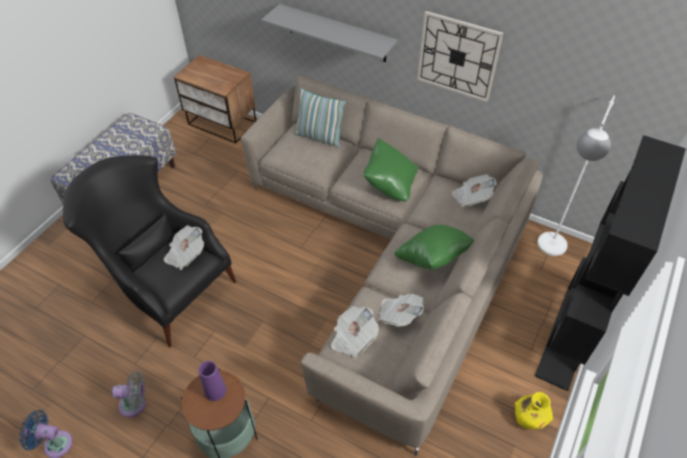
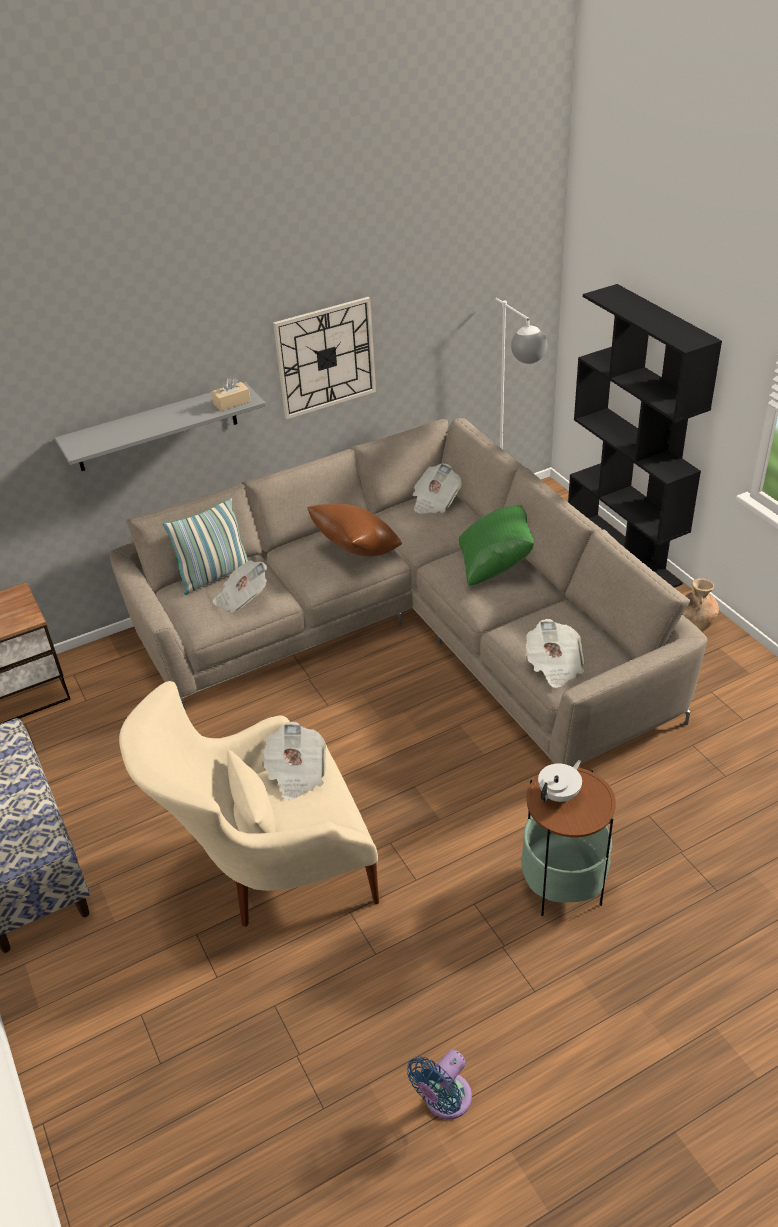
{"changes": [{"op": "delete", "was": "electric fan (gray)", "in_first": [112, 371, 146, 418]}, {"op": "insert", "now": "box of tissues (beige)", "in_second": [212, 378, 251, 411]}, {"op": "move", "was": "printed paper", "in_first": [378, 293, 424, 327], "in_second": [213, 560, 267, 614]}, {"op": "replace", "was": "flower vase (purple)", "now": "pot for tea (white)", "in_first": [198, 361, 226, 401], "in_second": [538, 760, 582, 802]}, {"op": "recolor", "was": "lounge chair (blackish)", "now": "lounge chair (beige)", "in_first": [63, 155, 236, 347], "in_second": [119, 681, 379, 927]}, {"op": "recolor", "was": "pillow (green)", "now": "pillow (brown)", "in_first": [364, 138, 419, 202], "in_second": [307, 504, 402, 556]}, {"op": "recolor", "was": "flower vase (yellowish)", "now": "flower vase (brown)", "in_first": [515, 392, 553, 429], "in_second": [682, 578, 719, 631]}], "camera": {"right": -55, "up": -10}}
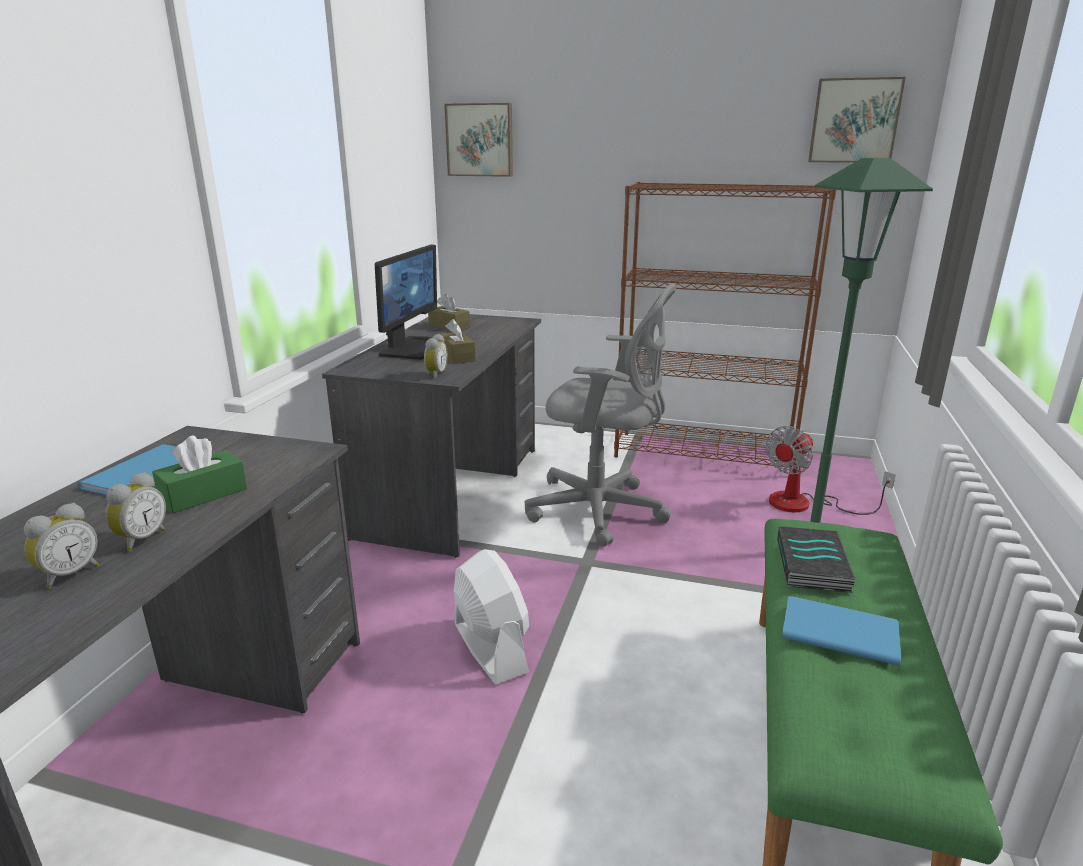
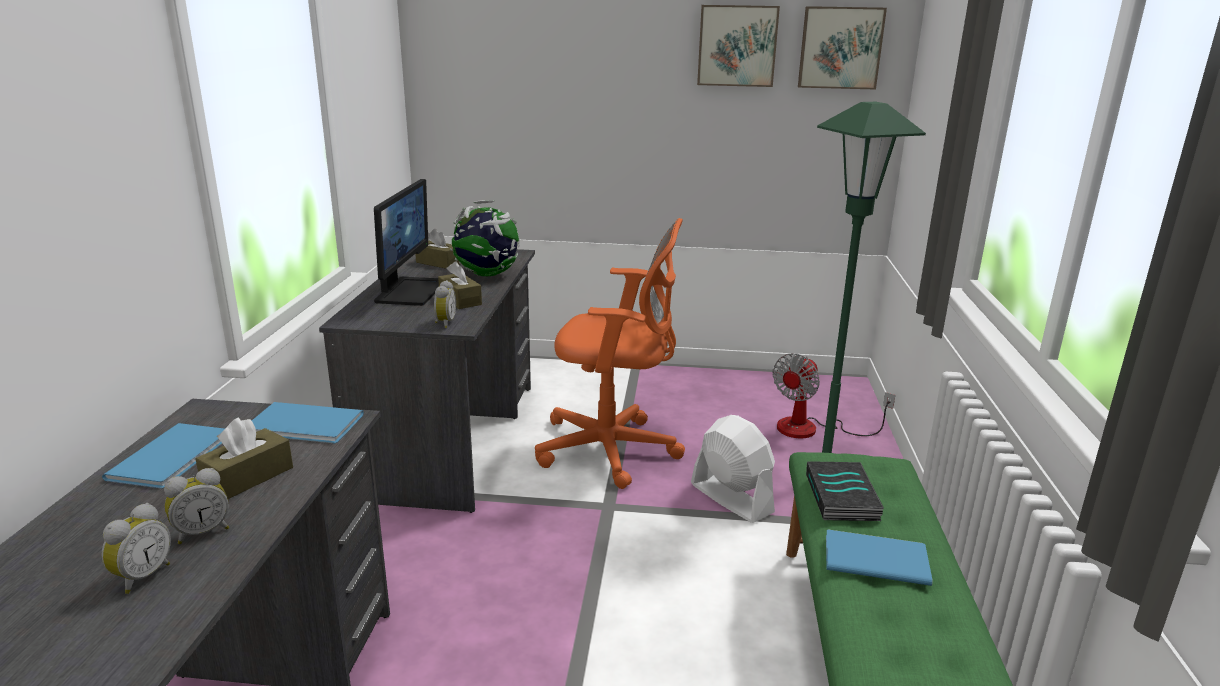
{"changes": [{"op": "delete", "was": "bookcase (brown)", "in_first": [614, 182, 836, 468]}, {"op": "insert", "now": "bound book (blue-coloured)", "in_second": [252, 402, 364, 443]}, {"op": "insert", "now": "globe", "in_second": [450, 200, 520, 276]}, {"op": "move", "was": "wall picture", "in_first": [444, 103, 513, 177], "in_second": [697, 5, 780, 87]}, {"op": "move", "was": "electric fan (white)", "in_first": [454, 549, 529, 684], "in_second": [691, 415, 775, 523]}, {"op": "recolor", "was": "box of tissues (green)", "now": "box of tissues (brown)", "in_first": [152, 435, 247, 513], "in_second": [196, 417, 293, 499]}, {"op": "recolor", "was": "office chair (gray)", "now": "office chair (orange-coloured)", "in_first": [525, 284, 677, 547], "in_second": [535, 218, 685, 489]}, {"op": "rotate", "was": "bedside clock", "in_first": [105, 472, 166, 551], "in_second": [164, 468, 229, 544], "clockwise": 45}], "camera": {"right": -10, "up": 0}}
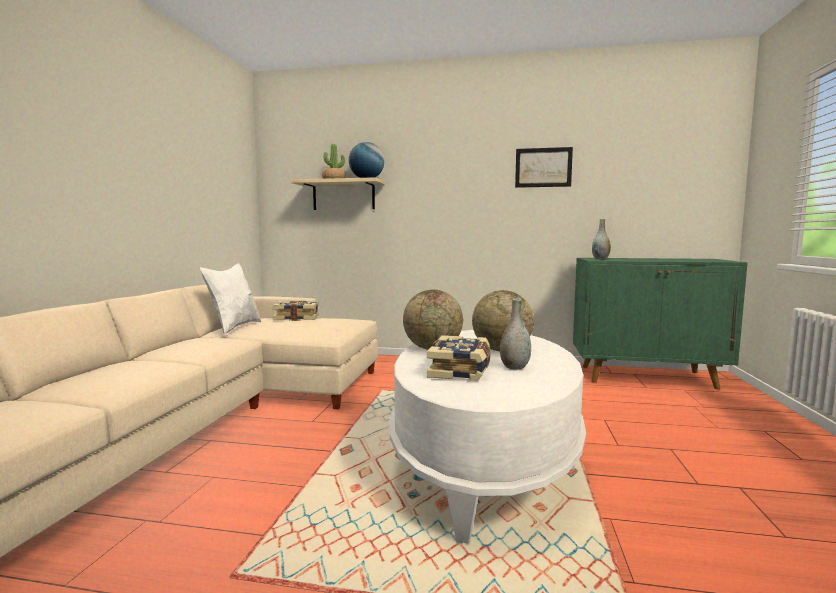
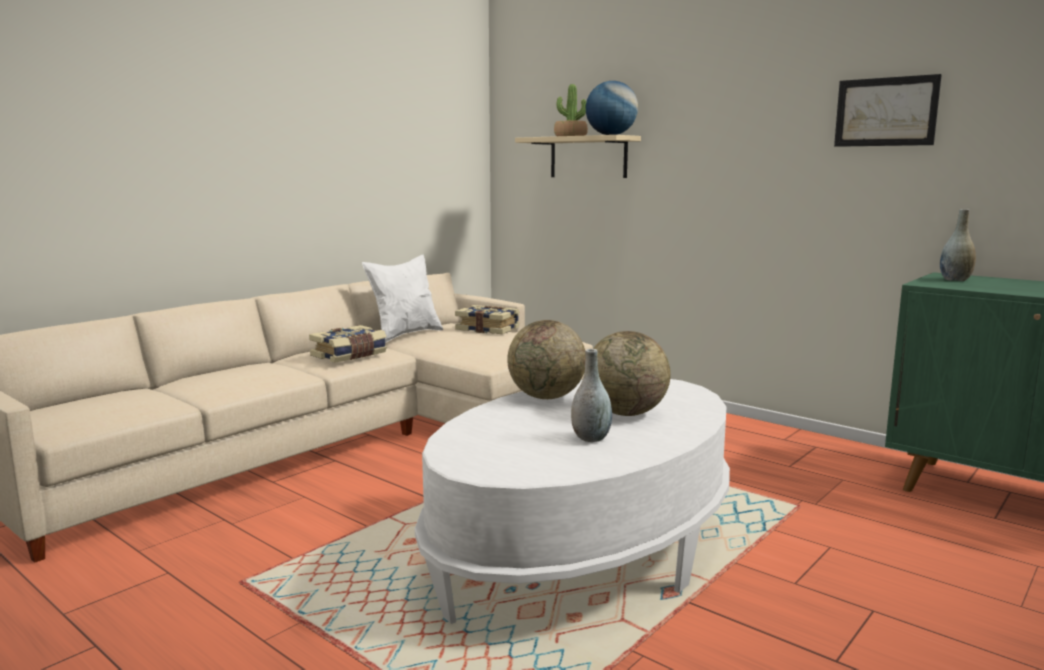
{"changes": [{"op": "move", "was": "bound book", "in_first": [427, 335, 491, 381], "in_second": [309, 325, 387, 363]}], "camera": {"right": 30, "up": 5}}
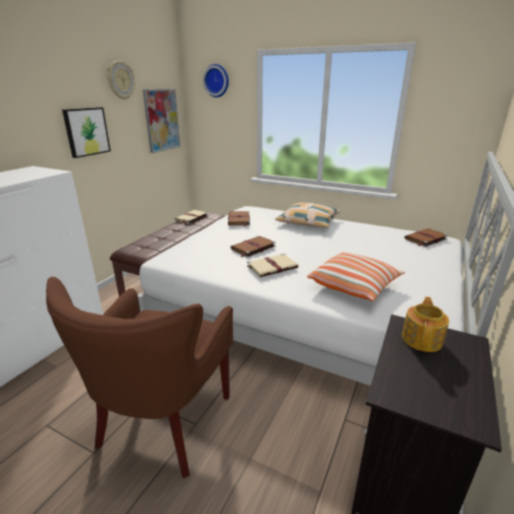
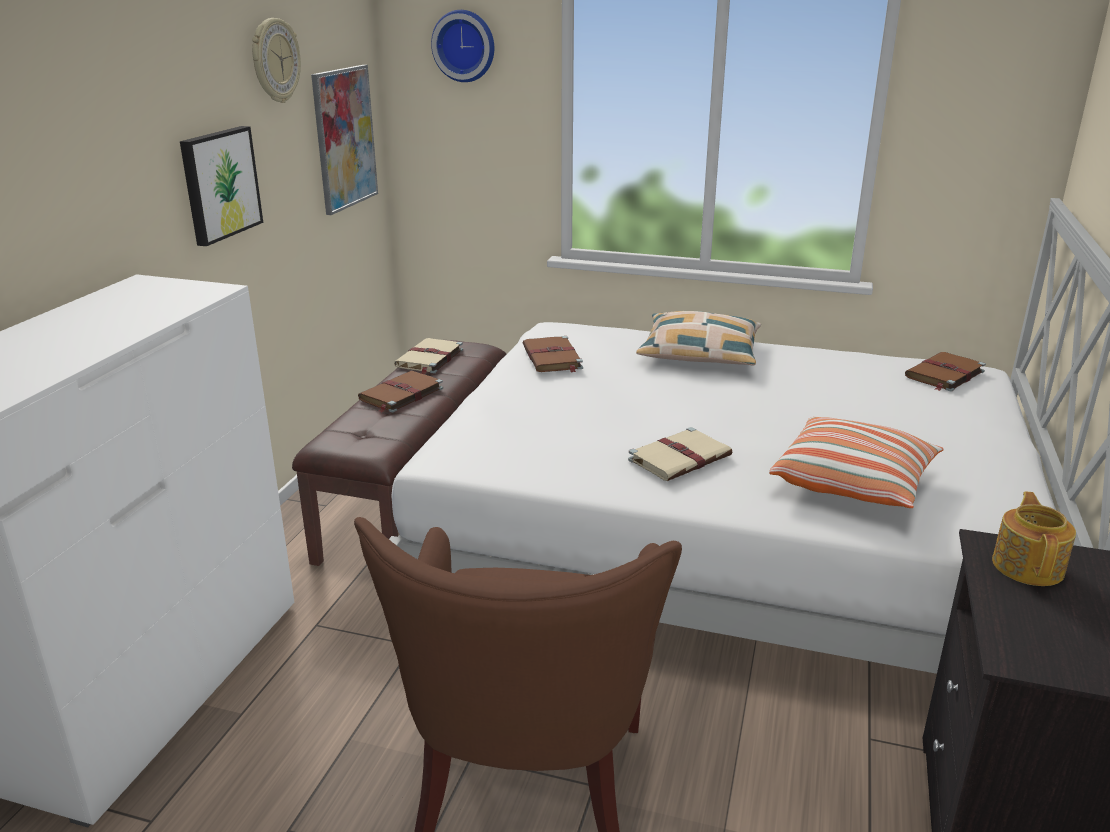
{"changes": [{"op": "move", "was": "bound book (brown)", "in_first": [231, 236, 276, 258], "in_second": [358, 371, 443, 413]}], "camera": {"right": -10, "up": 0}}
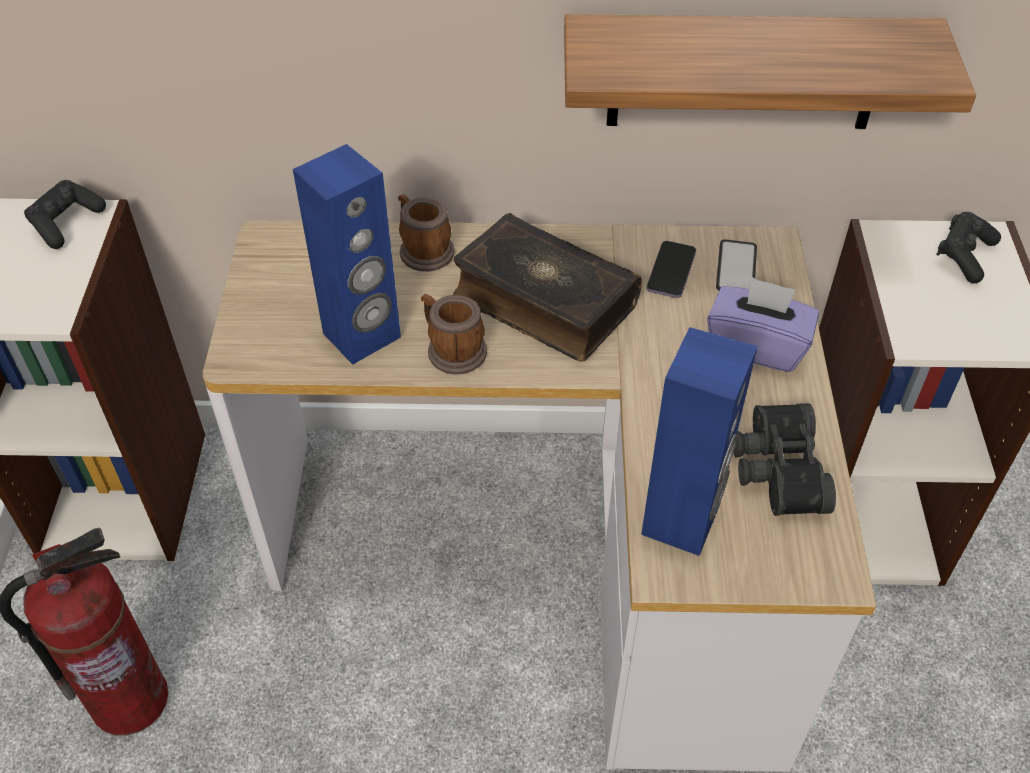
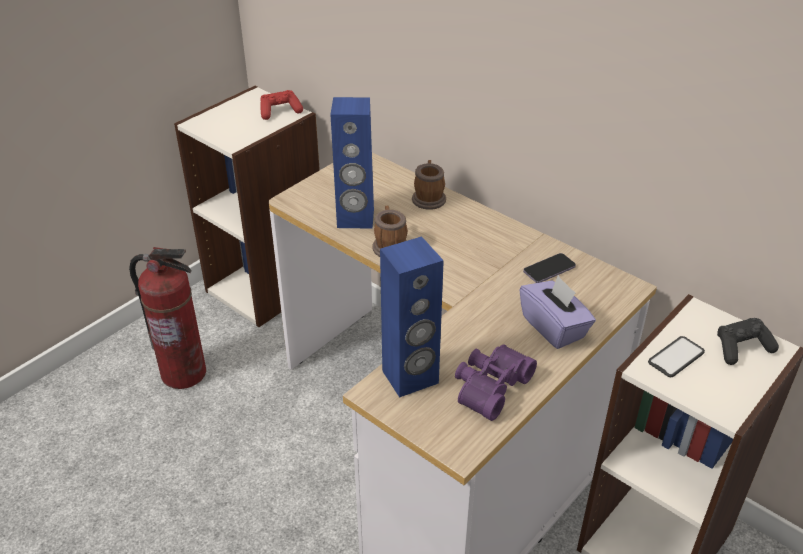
{"changes": [{"op": "delete", "was": "bound book", "in_first": [453, 213, 642, 362]}, {"op": "delete", "was": "bracket shelf", "in_first": [564, 14, 976, 129]}, {"op": "move", "was": "telephone", "in_first": [716, 239, 757, 291], "in_second": [648, 336, 705, 377]}, {"op": "recolor", "was": "joypad (blackish)", "now": "joypad (reddish)", "in_first": [24, 180, 106, 249], "in_second": [260, 90, 303, 120]}, {"op": "recolor", "was": "field glasses (blackish)", "now": "field glasses (purple)", "in_first": [734, 403, 836, 516], "in_second": [455, 344, 537, 421]}], "camera": {"right": 40, "up": -10}}
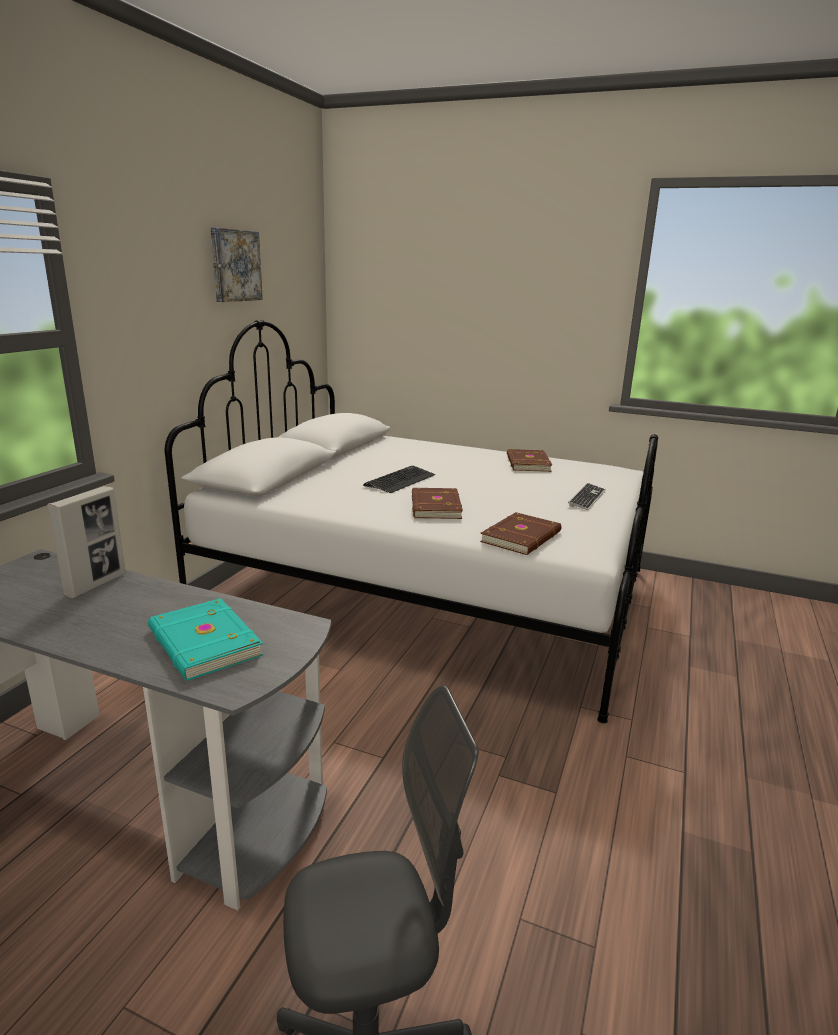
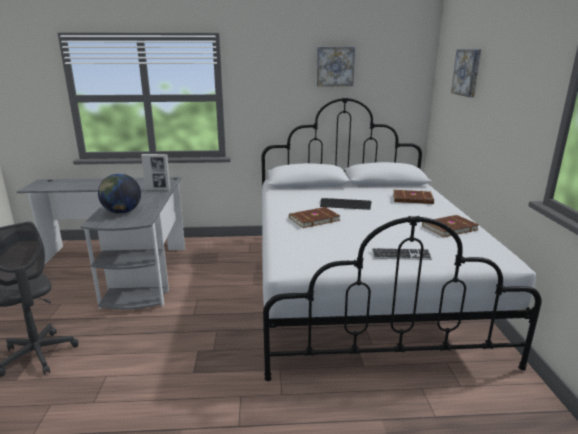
{"changes": [{"op": "insert", "now": "wall picture", "in_second": [451, 49, 481, 97]}, {"op": "move", "was": "bound book (brown)", "in_first": [480, 512, 562, 555], "in_second": [393, 190, 434, 204]}, {"op": "replace", "was": "bound book (turquoise-coloured)", "now": "globe", "in_first": [148, 598, 263, 681], "in_second": [98, 174, 141, 214]}], "camera": {"right": 65, "up": 0}}
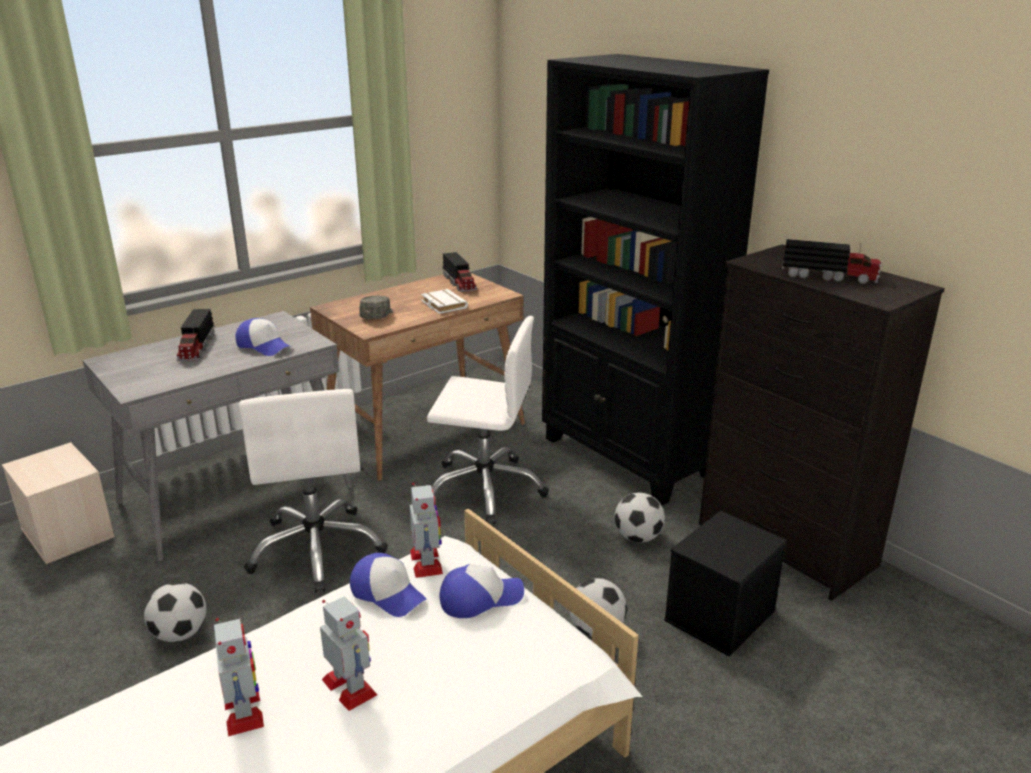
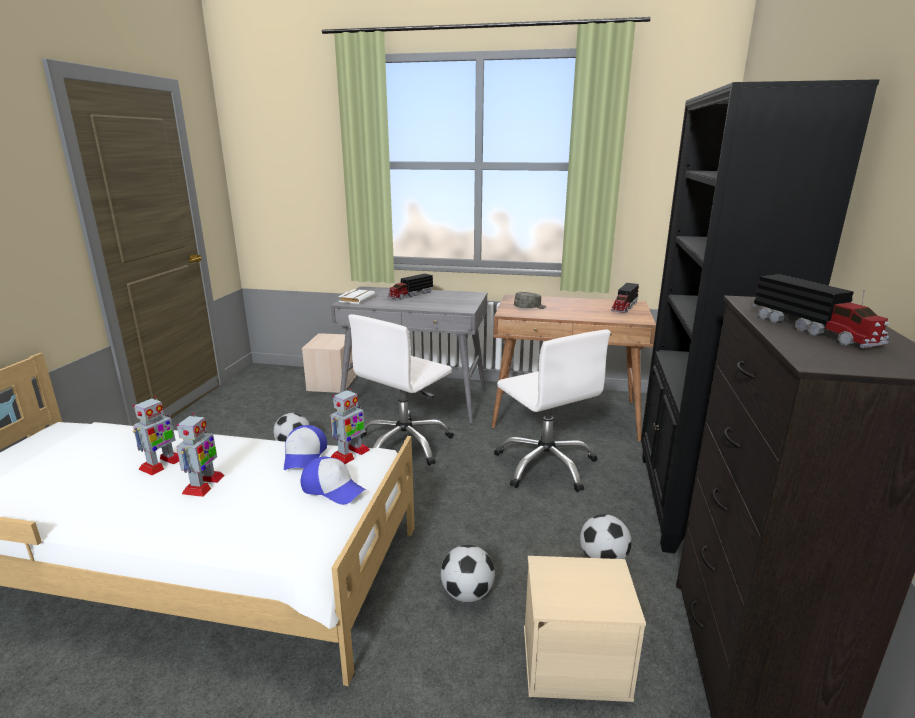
{"changes": [{"op": "delete", "was": "cap", "in_first": [235, 318, 289, 356]}, {"op": "move", "was": "bound book (white)", "in_first": [421, 289, 468, 314], "in_second": [338, 289, 375, 304]}, {"op": "recolor", "was": "storage bin (blackish)", "now": "storage bin (beige)", "in_first": [664, 511, 787, 657], "in_second": [524, 556, 646, 702]}], "camera": {"right": 50, "up": -5}}
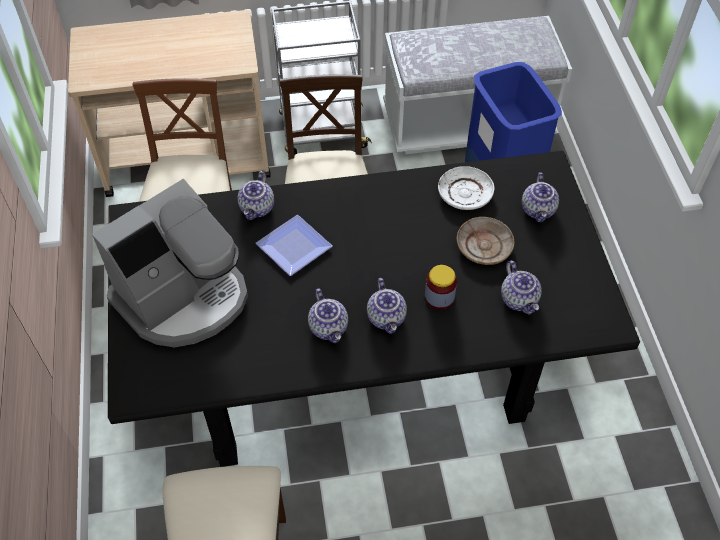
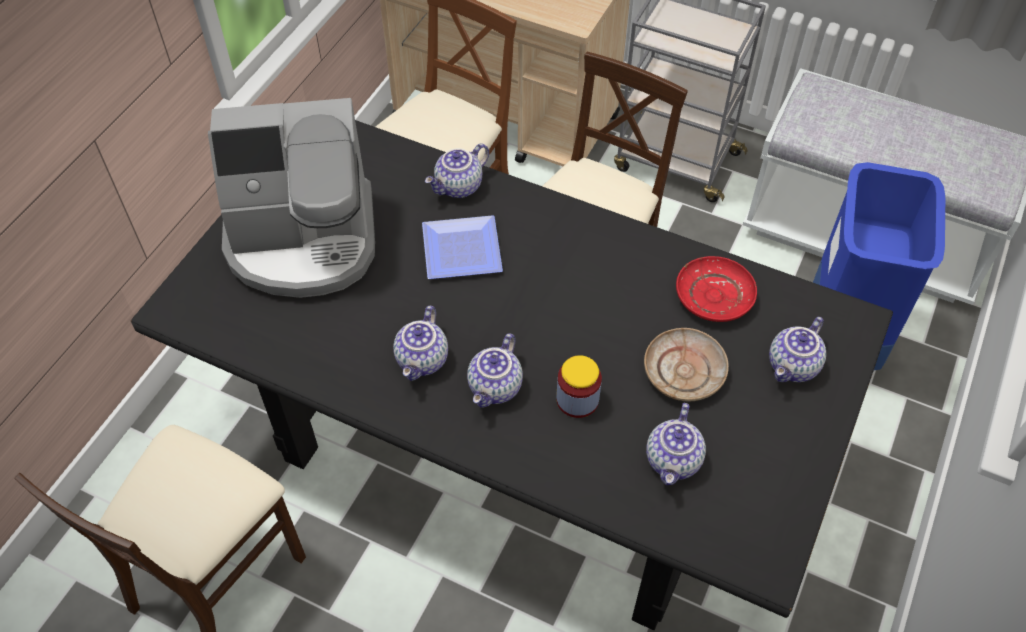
{"changes": [{"op": "recolor", "was": "dinner plate (white)", "now": "dinner plate (reddish)", "in_first": [438, 166, 494, 210], "in_second": [676, 256, 757, 322]}], "camera": {"right": 35, "up": 0}}
